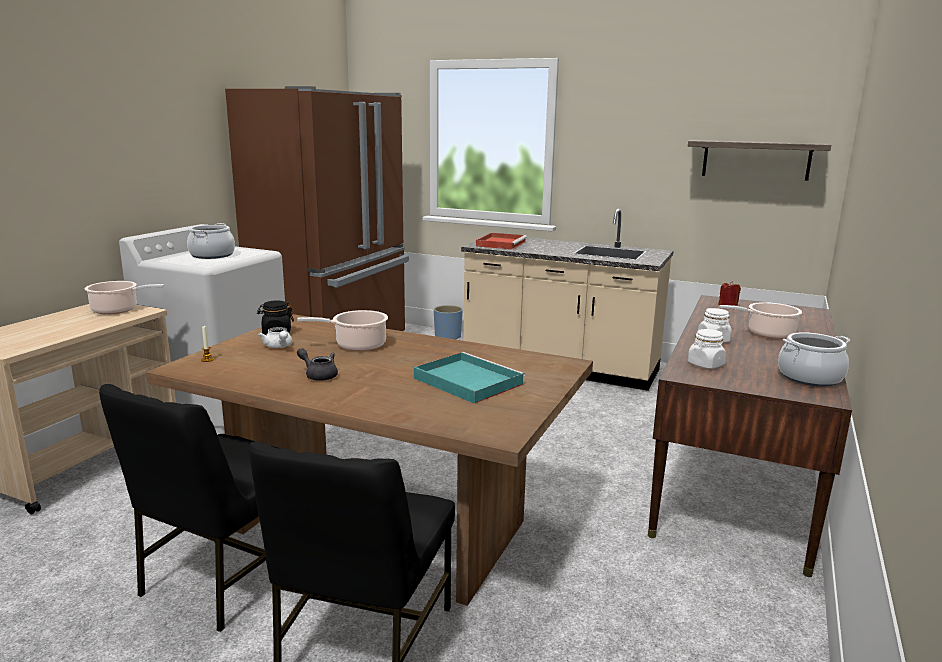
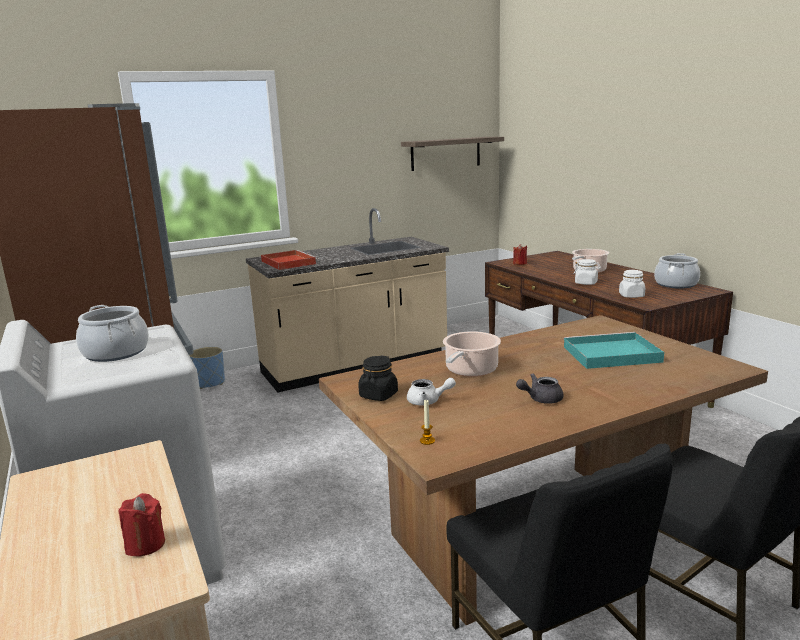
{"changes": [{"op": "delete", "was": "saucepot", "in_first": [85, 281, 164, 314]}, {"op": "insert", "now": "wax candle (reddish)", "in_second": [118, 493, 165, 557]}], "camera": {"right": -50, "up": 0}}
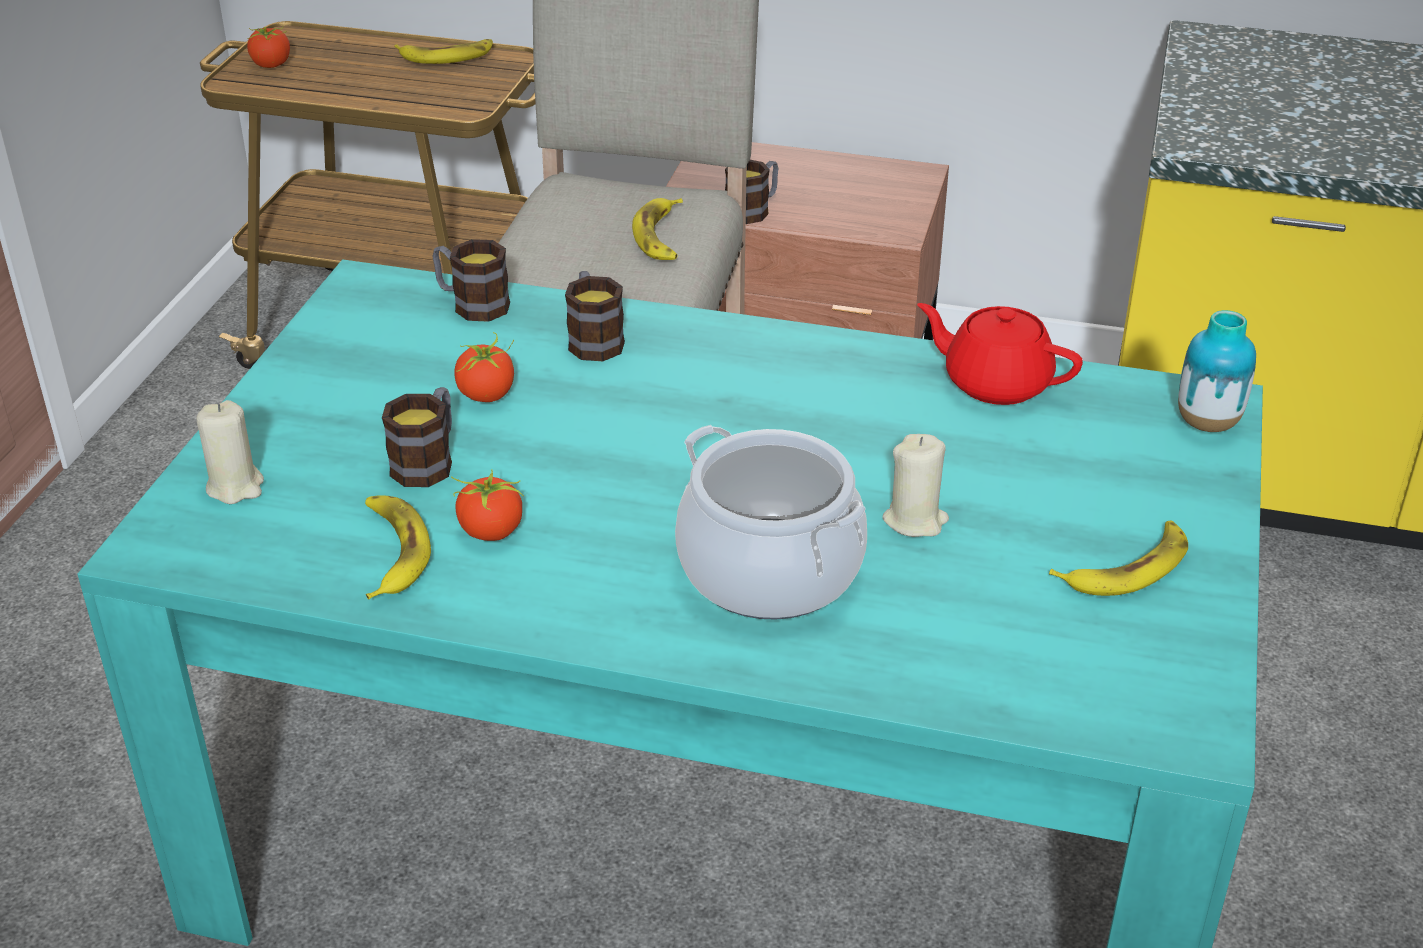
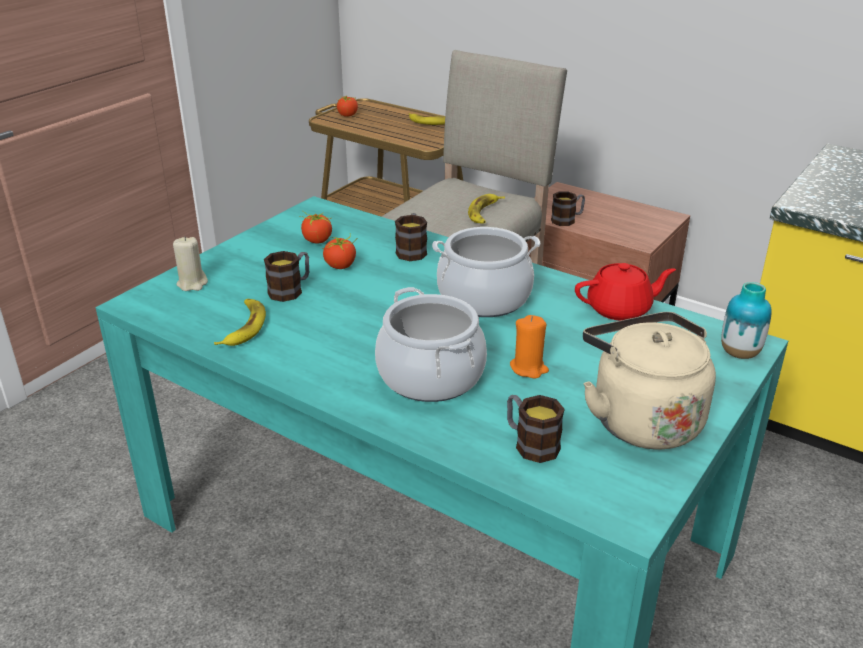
{"changes": [{"op": "insert", "now": "saucepot", "in_second": [432, 227, 540, 317]}, {"op": "move", "was": "coffee mug", "in_first": [432, 239, 510, 322], "in_second": [507, 395, 565, 463]}, {"op": "move", "was": "fresh tomato", "in_first": [451, 469, 524, 541], "in_second": [299, 210, 332, 244]}, {"op": "replace", "was": "banana fruit", "now": "kettle (beige)", "in_first": [1049, 521, 1188, 596], "in_second": [583, 312, 716, 450]}, {"op": "recolor", "was": "wax candle (beige)", "now": "wax candle (orange-coloured)", "in_first": [882, 434, 949, 537], "in_second": [510, 315, 549, 378]}, {"op": "rotate", "was": "pot for tea (reddish)", "in_first": [917, 303, 1083, 405], "in_second": [575, 263, 676, 321], "clockwise": 120}], "camera": {"right": 20, "up": -5}}
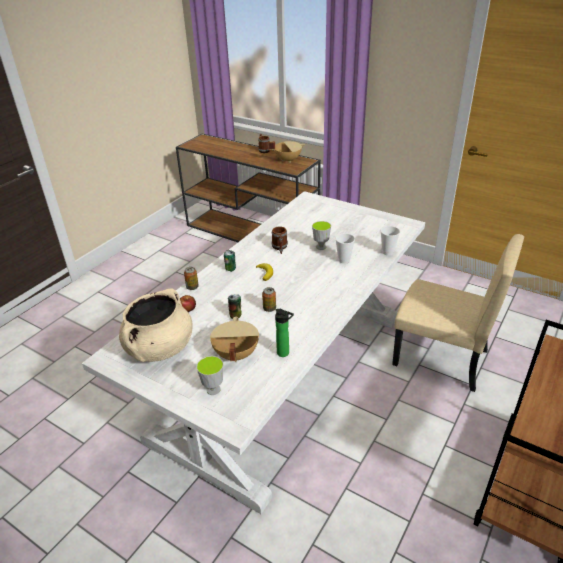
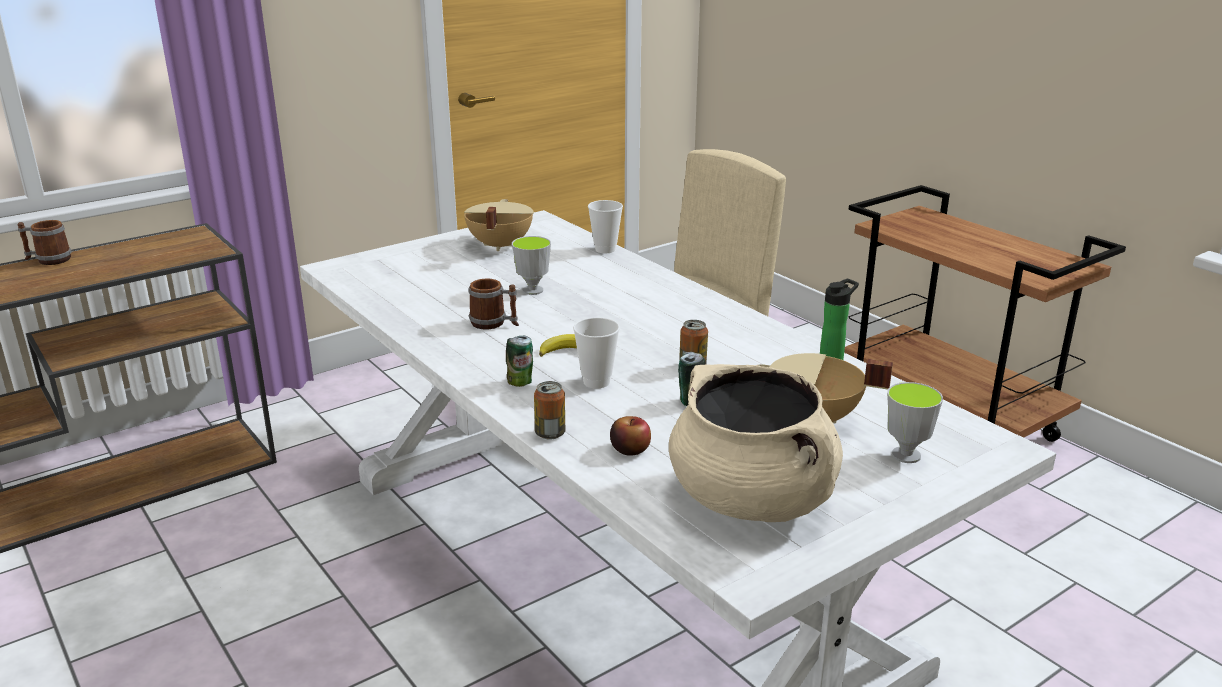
{"changes": [{"op": "move", "was": "saucepot (beige)", "in_first": [267, 141, 305, 163], "in_second": [464, 199, 533, 251]}, {"op": "move", "was": "cup", "in_first": [335, 233, 355, 263], "in_second": [573, 317, 620, 389]}], "camera": {"right": -70, "up": -10}}
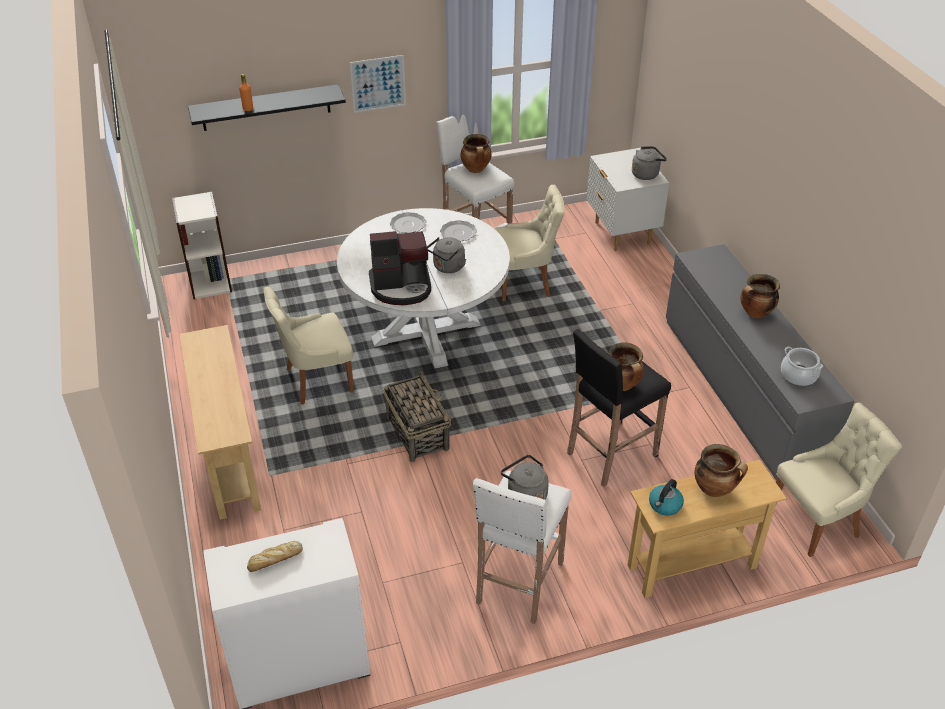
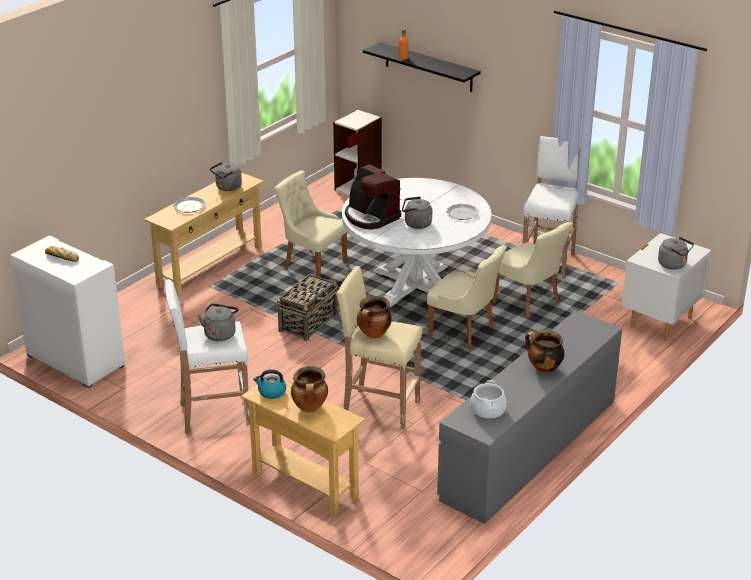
{"changes": [{"op": "delete", "was": "wall picture", "in_first": [350, 55, 406, 113]}, {"op": "delete", "was": "saucepot", "in_first": [460, 134, 492, 173]}, {"op": "insert", "now": "kettle (gray)", "in_second": [210, 162, 242, 191]}, {"op": "move", "was": "dinner plate", "in_first": [390, 212, 427, 233], "in_second": [173, 197, 206, 213]}, {"op": "move", "was": "plain chair (beige)", "in_first": [776, 403, 902, 557], "in_second": [427, 245, 507, 350]}, {"op": "recolor", "was": "sitting stool (blackish)", "now": "sitting stool (beige)", "in_first": [567, 329, 671, 487], "in_second": [336, 266, 423, 431]}], "camera": {"right": 55, "up": -10}}
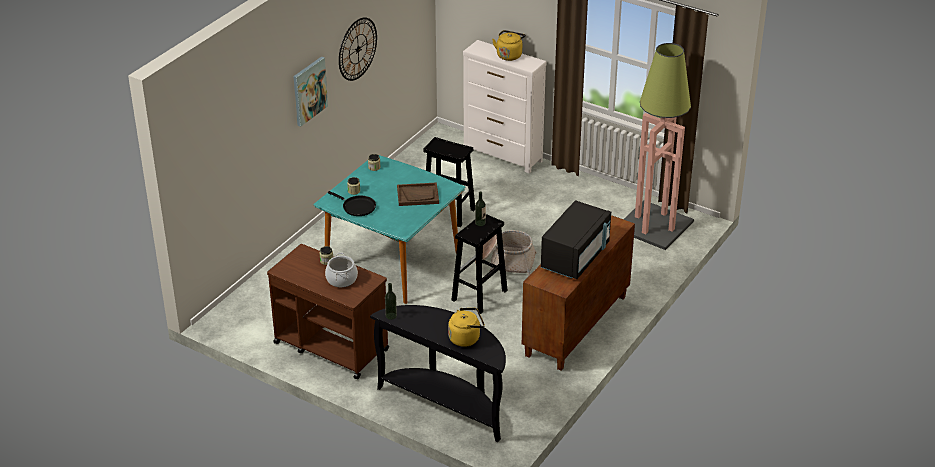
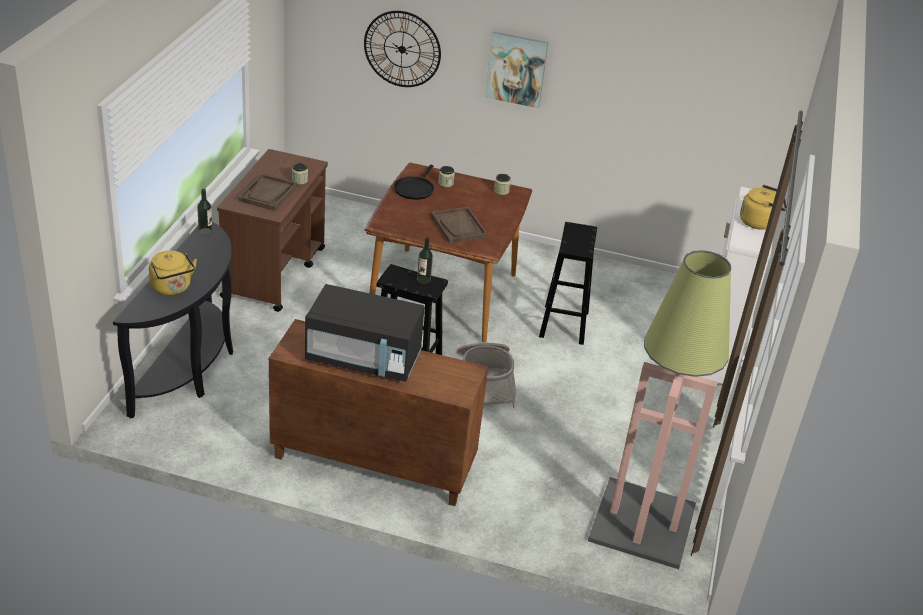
{"changes": [{"op": "move", "was": "hanging clock", "in_first": [339, 17, 377, 81], "in_second": [364, 11, 441, 87]}, {"op": "replace", "was": "saucepot", "now": "carrying tray (brown)", "in_first": [325, 253, 358, 288], "in_second": [238, 173, 298, 211]}, {"op": "recolor", "was": "dining table (turquoise-coloured)", "now": "dining table (brown)", "in_first": [314, 155, 466, 304], "in_second": [365, 163, 532, 342]}], "camera": {"right": 70, "up": 0}}
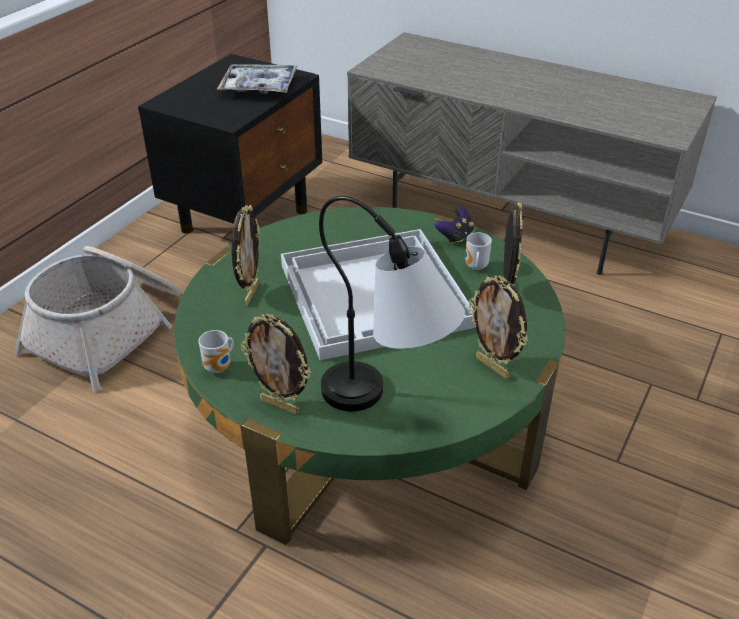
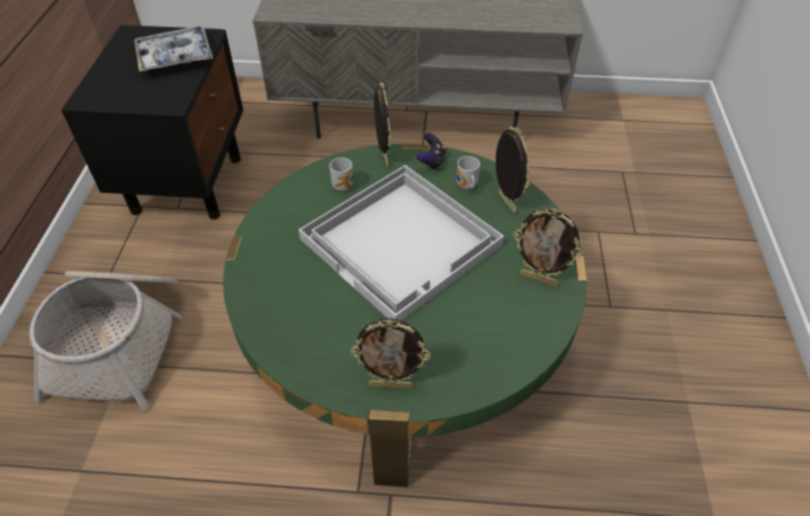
{"changes": [{"op": "delete", "was": "table lamp", "in_first": [319, 196, 465, 412]}, {"op": "move", "was": "coffee mug", "in_first": [198, 330, 234, 373], "in_second": [329, 157, 353, 191]}, {"op": "move", "was": "photo frame", "in_first": [232, 205, 261, 306], "in_second": [374, 82, 391, 167]}], "camera": {"right": -25, "up": 10}}
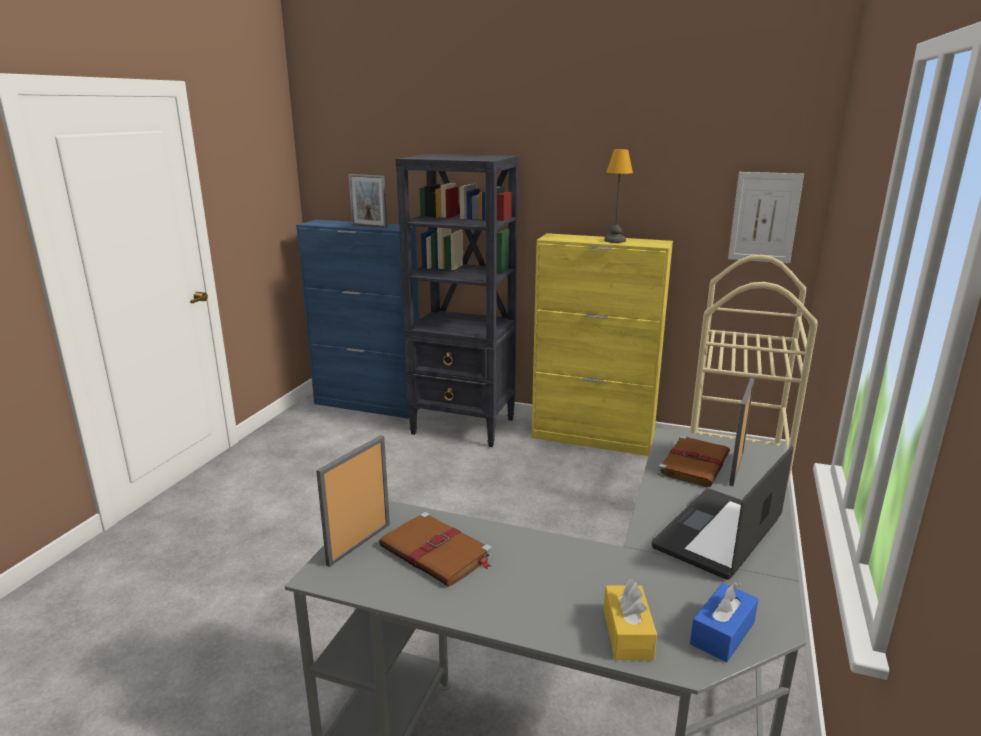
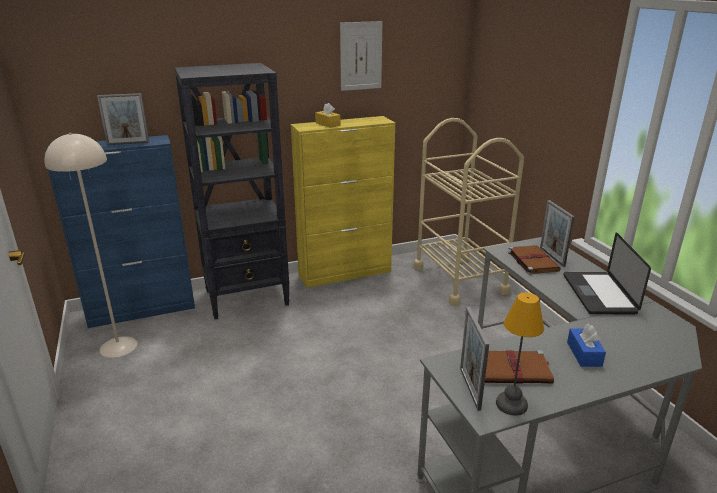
{"changes": [{"op": "insert", "now": "floor lamp (beige)", "in_second": [45, 133, 137, 358]}, {"op": "move", "was": "table lamp", "in_first": [604, 149, 633, 243], "in_second": [496, 292, 544, 416]}, {"op": "move", "was": "box of tissues (yellowish)", "in_first": [604, 579, 657, 660], "in_second": [315, 103, 341, 128]}, {"op": "move", "was": "box of tissues (blue-coloured)", "in_first": [690, 581, 759, 663], "in_second": [567, 324, 606, 367]}, {"op": "move", "was": "wall picture", "in_first": [728, 172, 804, 263], "in_second": [340, 21, 382, 91]}], "camera": {"right": -40, "up": 5}}
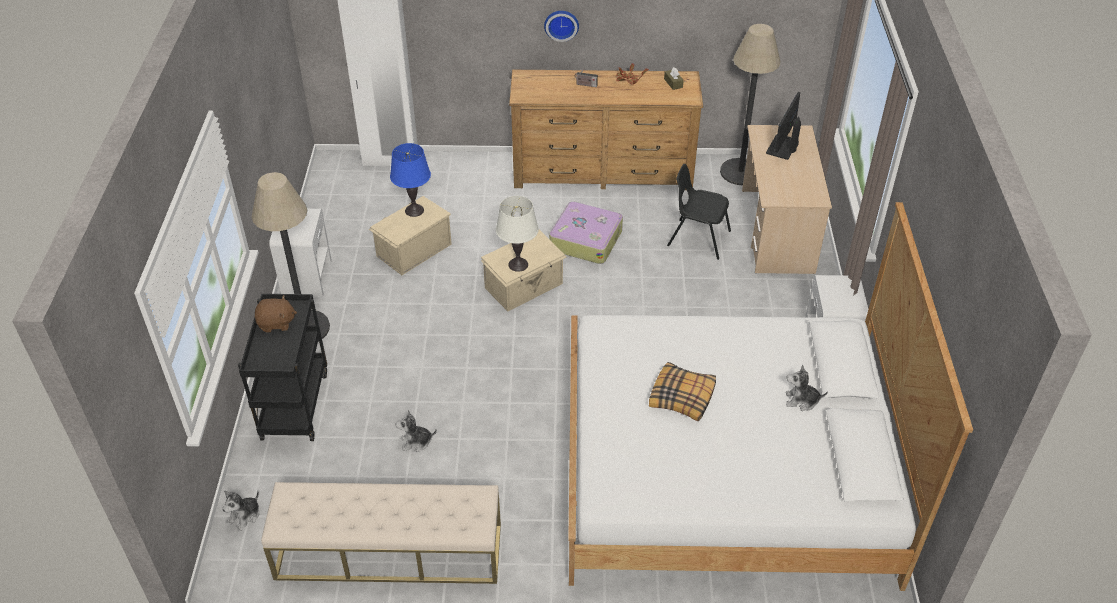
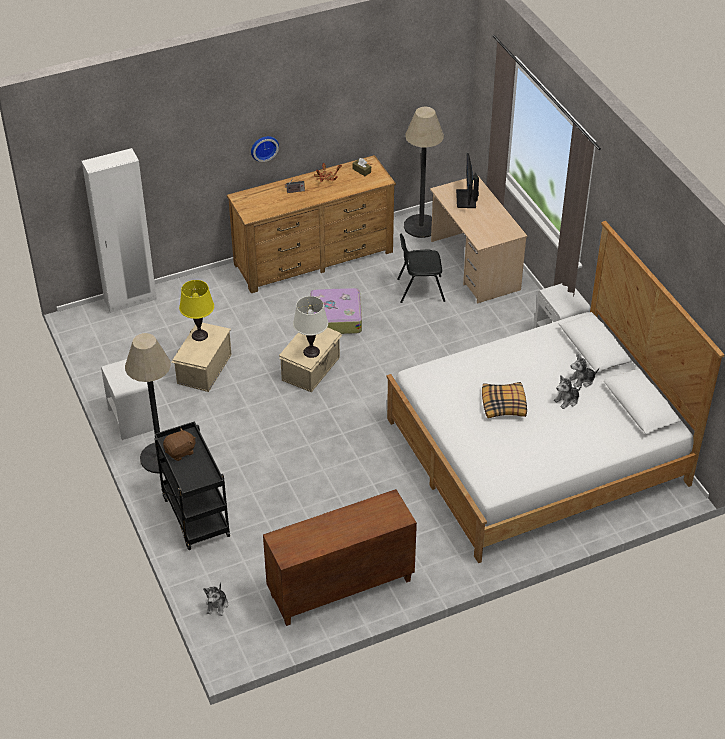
{"changes": [{"op": "move", "was": "soft toy", "in_first": [396, 410, 437, 452], "in_second": [554, 376, 582, 409]}, {"op": "replace", "was": "long seat (beige)", "now": "cupboard (brown)", "in_first": [261, 482, 501, 584], "in_second": [263, 489, 417, 626]}, {"op": "recolor", "was": "table lamp (blue-coloured)", "now": "table lamp (yellowish)", "in_first": [390, 143, 431, 217], "in_second": [179, 280, 214, 341]}], "camera": {"right": -25, "up": 0}}
